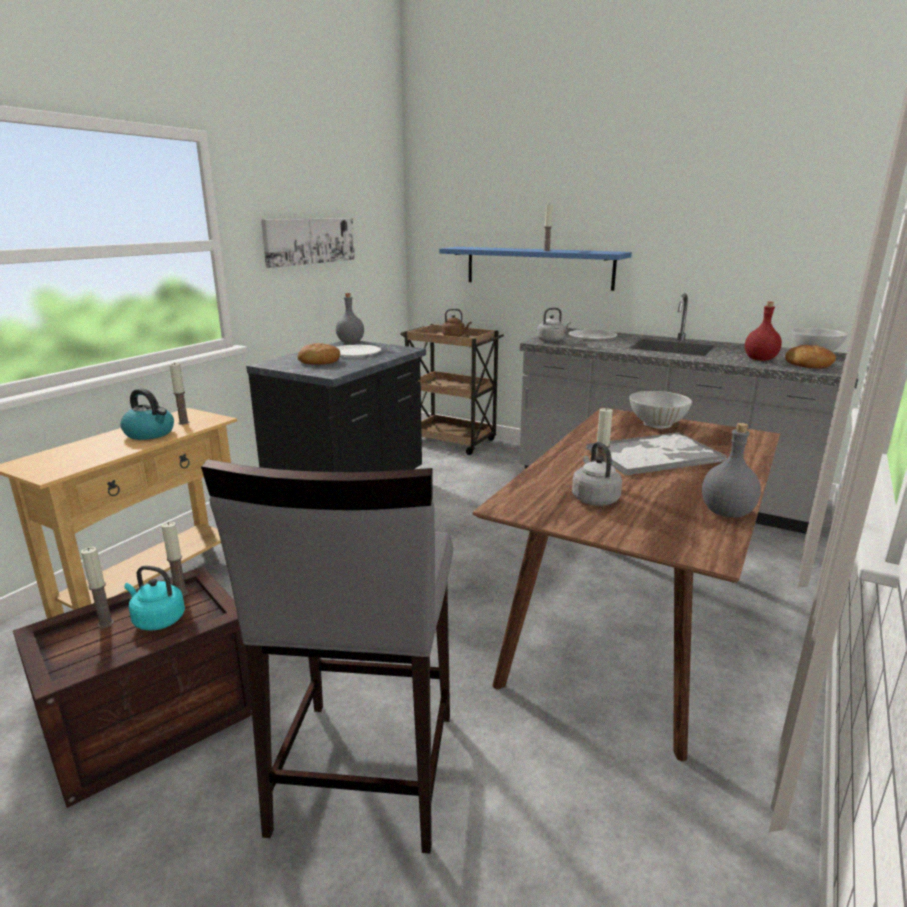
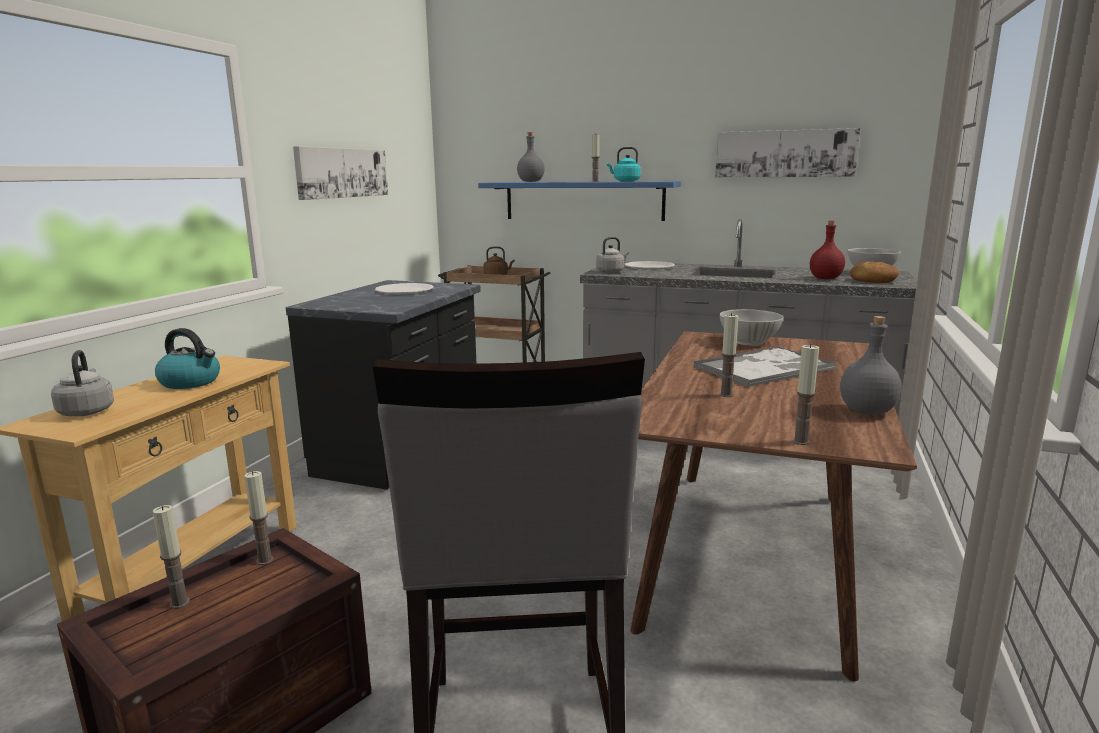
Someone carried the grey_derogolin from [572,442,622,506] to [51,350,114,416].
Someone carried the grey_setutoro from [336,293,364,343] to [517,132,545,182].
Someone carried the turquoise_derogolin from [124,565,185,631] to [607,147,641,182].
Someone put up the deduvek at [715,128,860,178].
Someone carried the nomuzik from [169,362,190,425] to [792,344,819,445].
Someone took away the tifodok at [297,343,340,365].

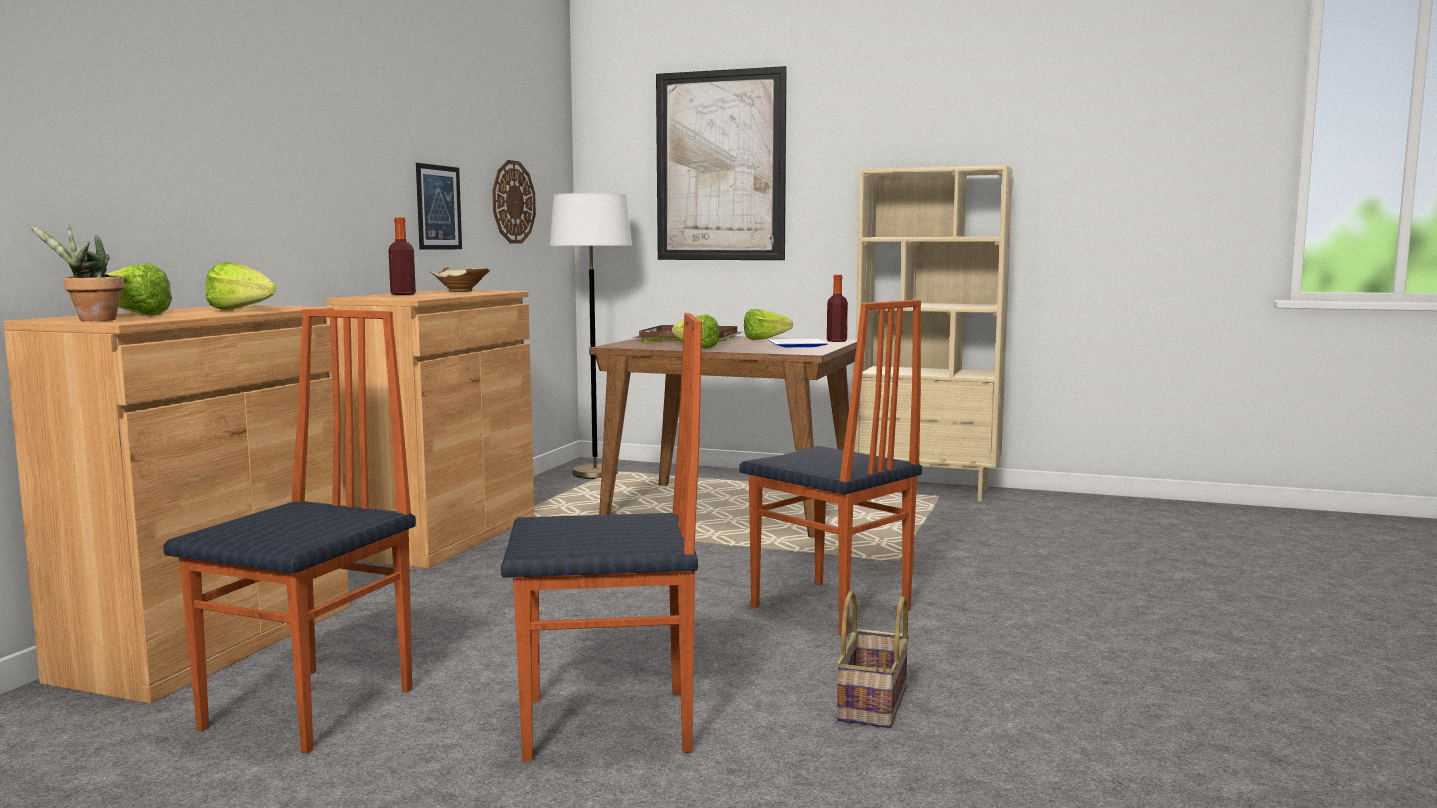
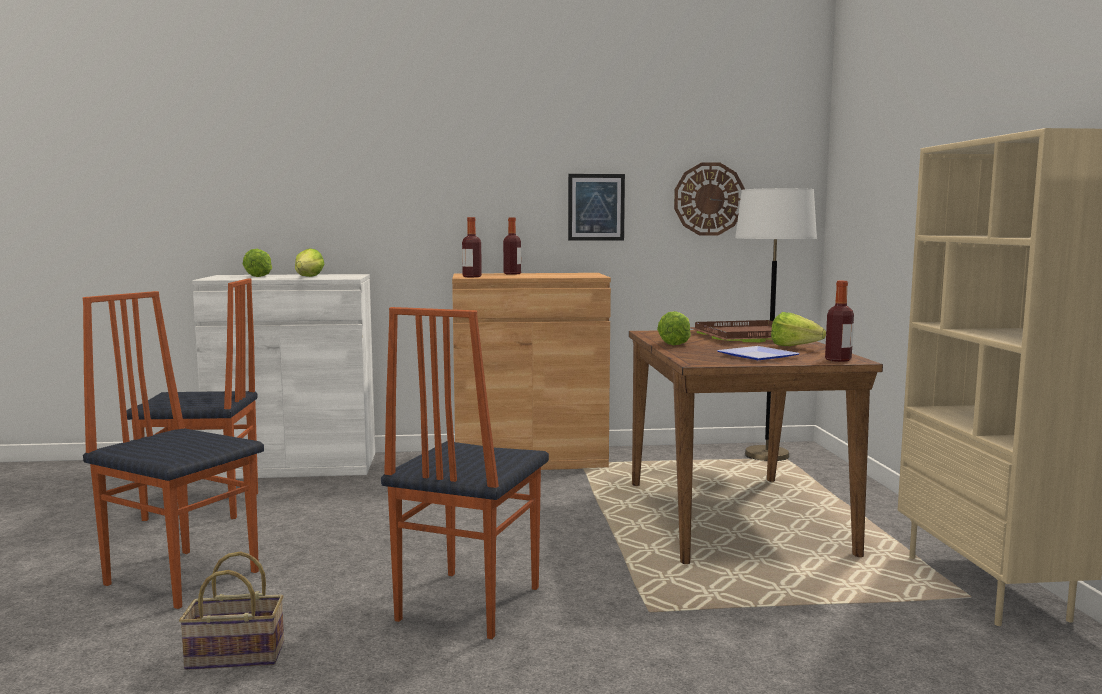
Someone rotated the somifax at [501,313,702,762] by 150 degrees clockwise.
Someone repainted the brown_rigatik at [3,305,350,704], which became the white_rigatik at [192,274,375,479].
Someone put down the setutoro at [462,217,482,277].
Someone took away the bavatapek at [28,223,124,321].
Someone took away the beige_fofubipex at [429,267,490,292].
Someone took away the deduvek at [656,66,787,260].

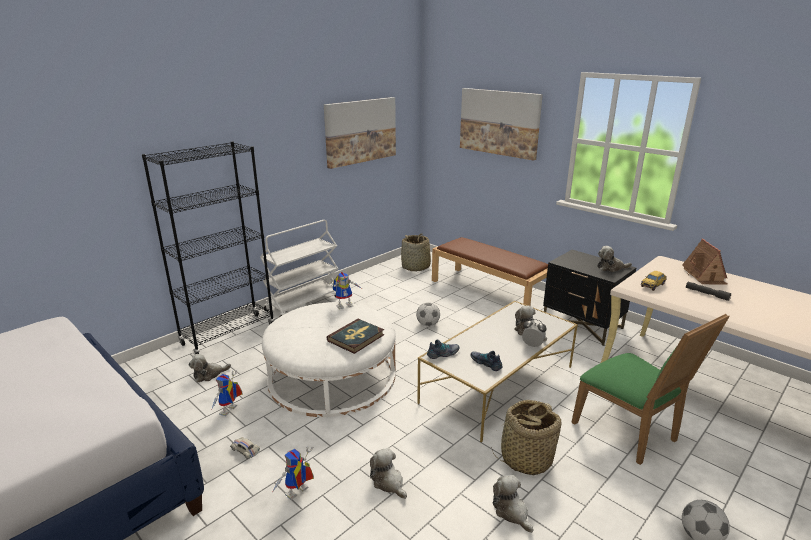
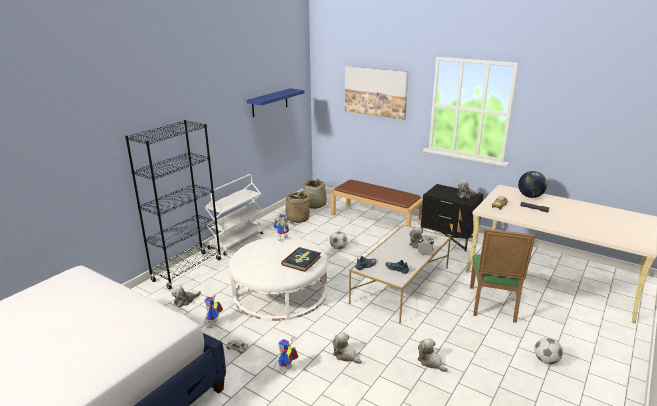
Someone swapped the deduvek at [324,97,396,169] for the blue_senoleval at [247,88,304,117].
Someone carried the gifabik from [491,400,561,475] to [286,191,312,223].
Someone rotated the green_somifax at [571,314,729,465] by 60 degrees clockwise.
Someone swapped the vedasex at [682,239,727,284] for the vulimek at [518,171,547,198].

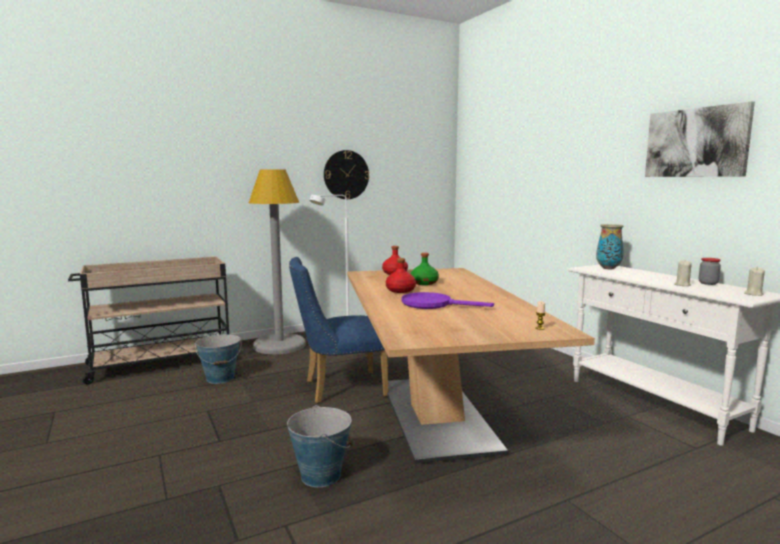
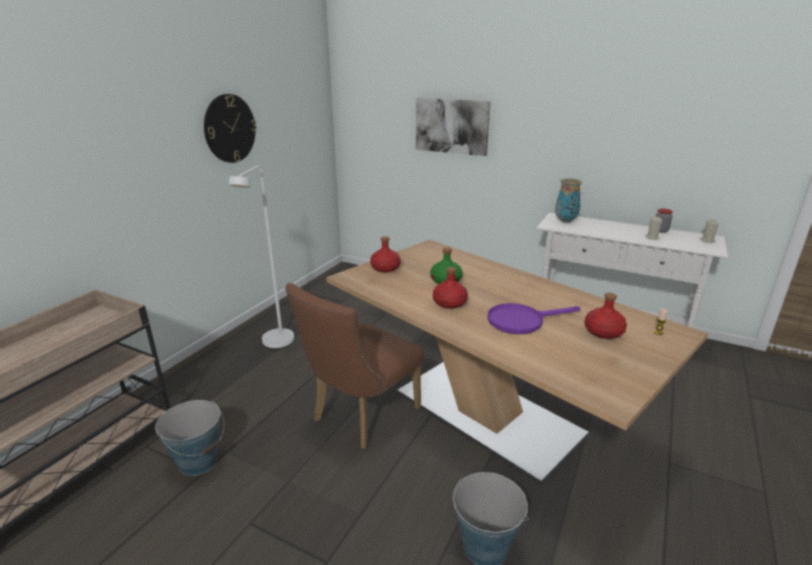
Someone repainted the blue_somifax at [289,257,388,403], which became the brown_somifax at [285,283,424,449].
Someone carried the deduvek from [645,101,755,177] to [416,98,491,156].
Someone put down the red_setutoro at [585,293,627,339].
Someone took away the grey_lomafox at [249,169,306,354].

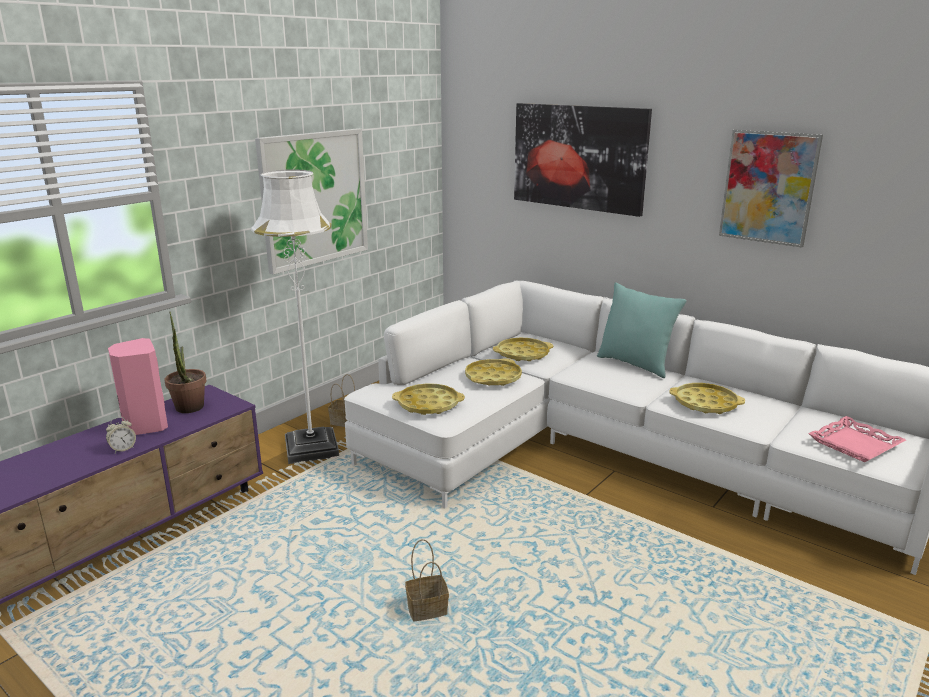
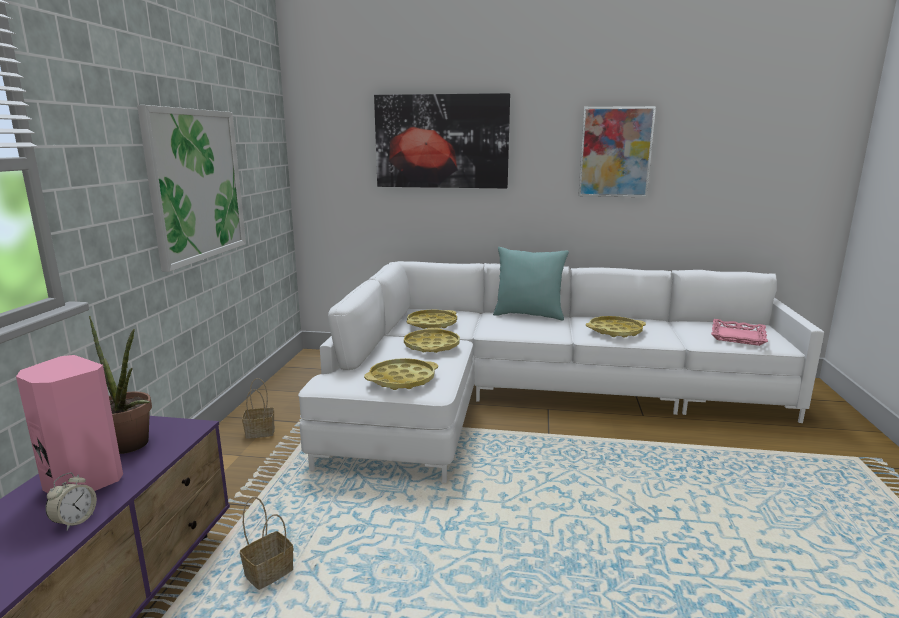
Someone carried the gifabik from [405,539,449,621] to [240,497,293,590].
Someone took away the white_lomafox at [251,169,339,464].

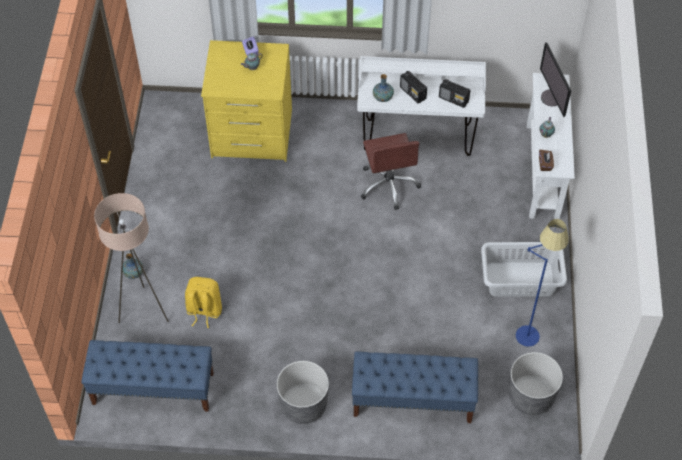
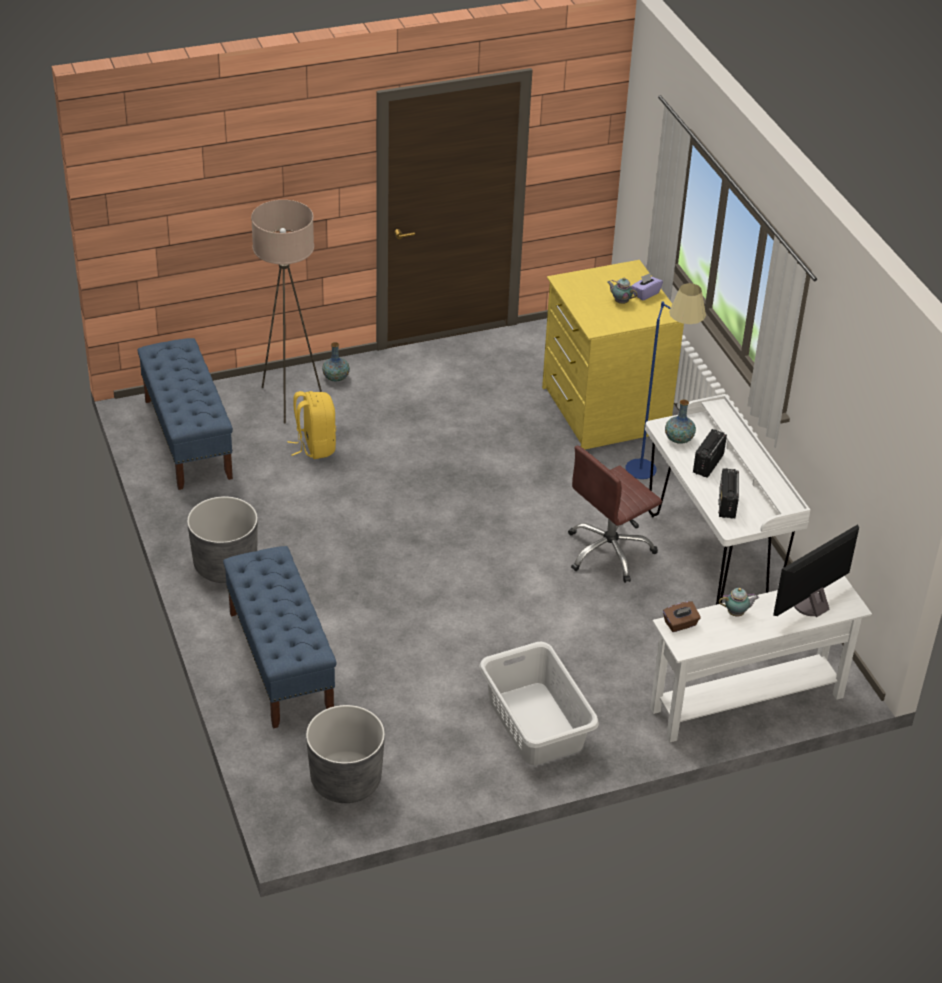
Someone carried the blue_lomafox from [516,219,569,347] to [625,283,706,479].

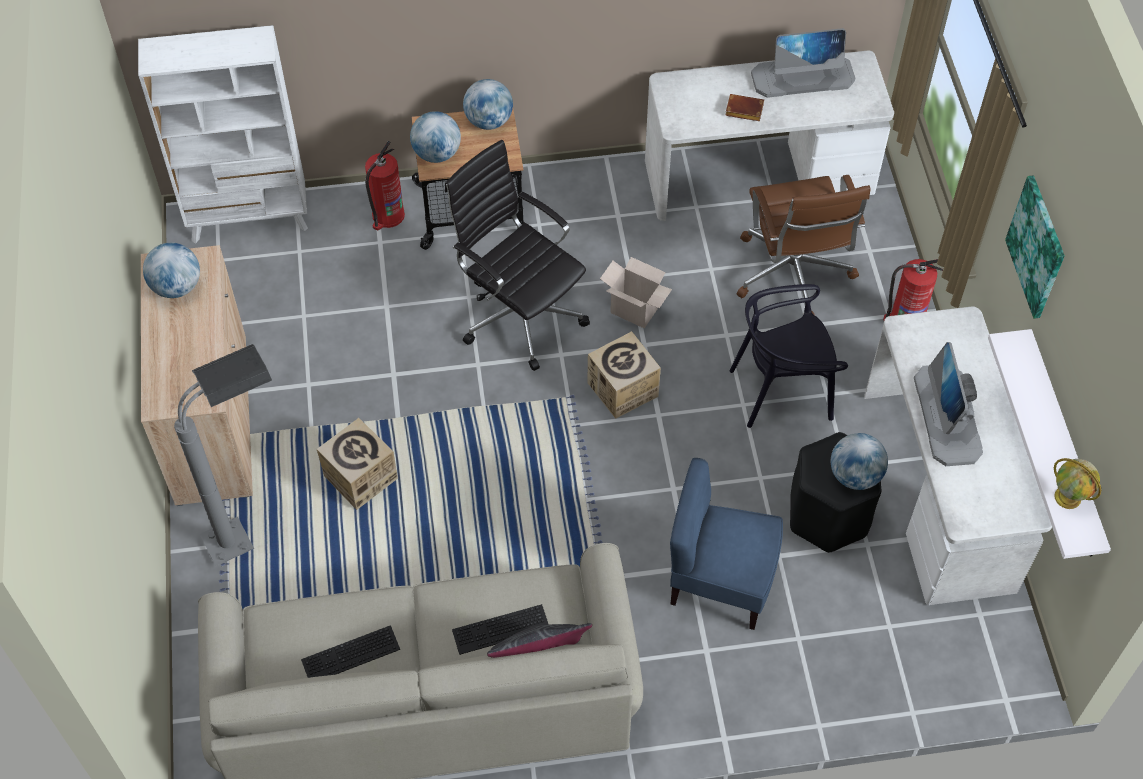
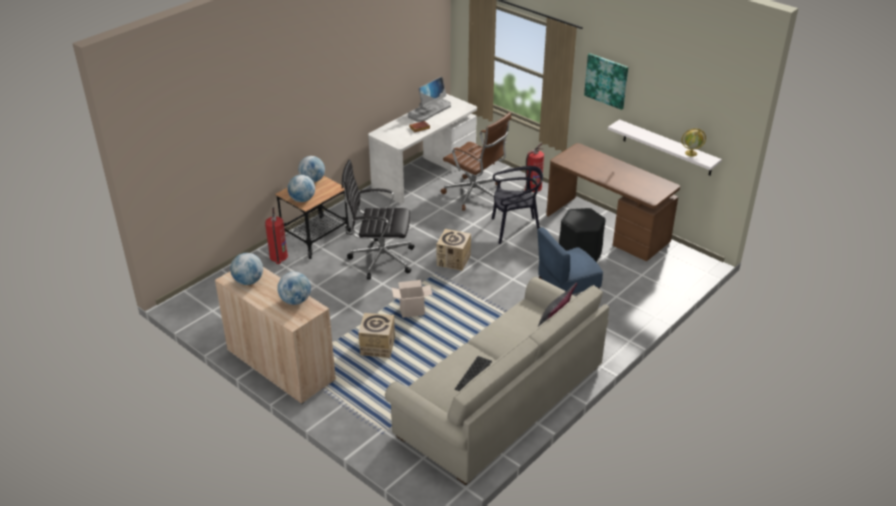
Someone carried the vulimek from [831,433,888,490] to [277,272,311,305].
Someone carried the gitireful from [600,257,672,328] to [392,280,433,318].
Someone rotated the black_somifax at [729,284,848,428] by 135 degrees counterclockwise.
Someone repainted the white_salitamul at [864,306,1052,605], which became the brown_salitamul at [546,143,680,261].
Someone took away the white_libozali at [138,25,308,244].
Someone took away the grey_lomafox at [174,344,272,567].
Someone took away the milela at [452,604,549,655].
Someone took away the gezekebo at [914,342,983,466].

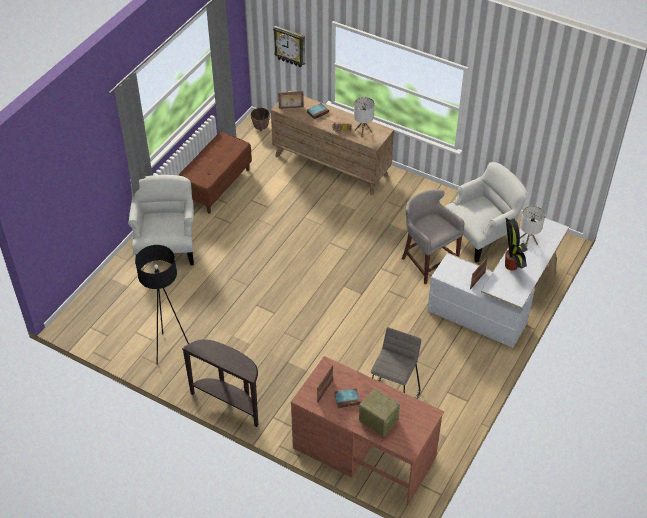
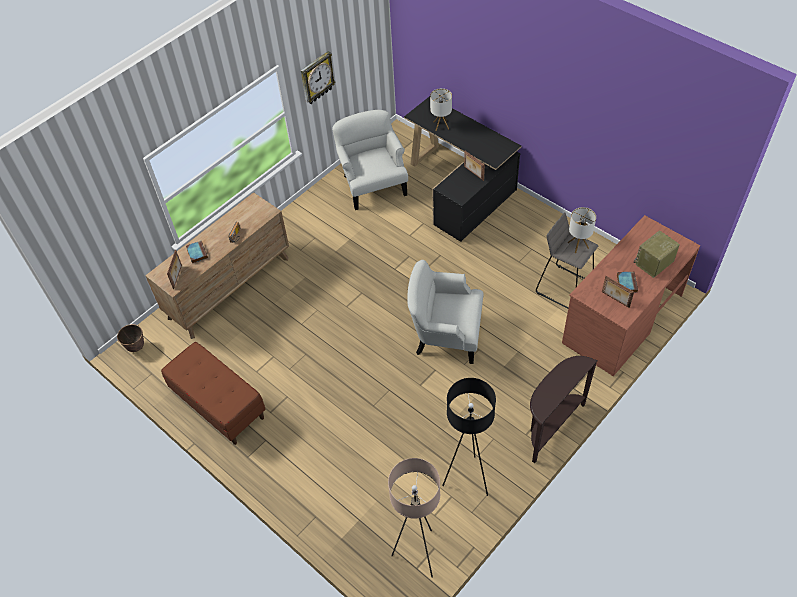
Someone carried the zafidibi from [273,26,305,68] to [301,51,336,104].
Someone put down the beige_lomafox at [388,458,440,578].
Someone repainted the white_salitamul at [427,218,569,348], which became the black_salitamul at [404,96,521,242].
Someone carried the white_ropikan from [128,175,194,265] to [407,260,483,364].
Someone carried the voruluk from [354,97,375,137] to [568,207,596,253].
Someone took away the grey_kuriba at [402,189,464,285].
Someone took away the bavatapek at [505,218,527,271].

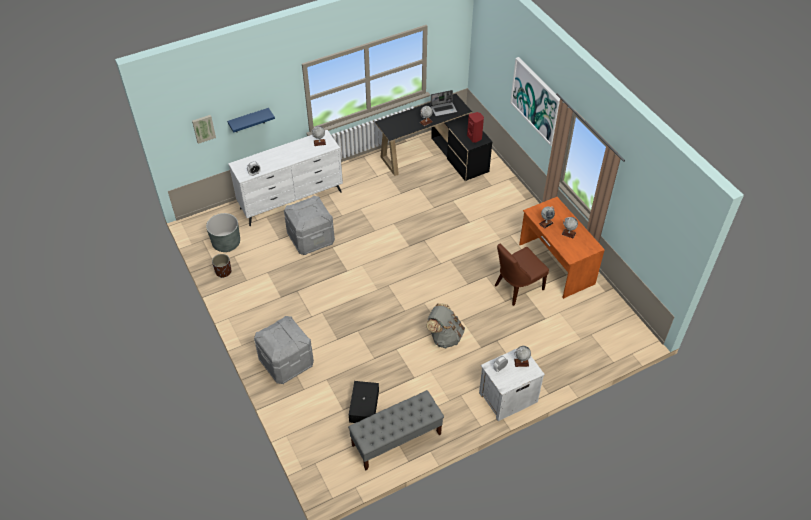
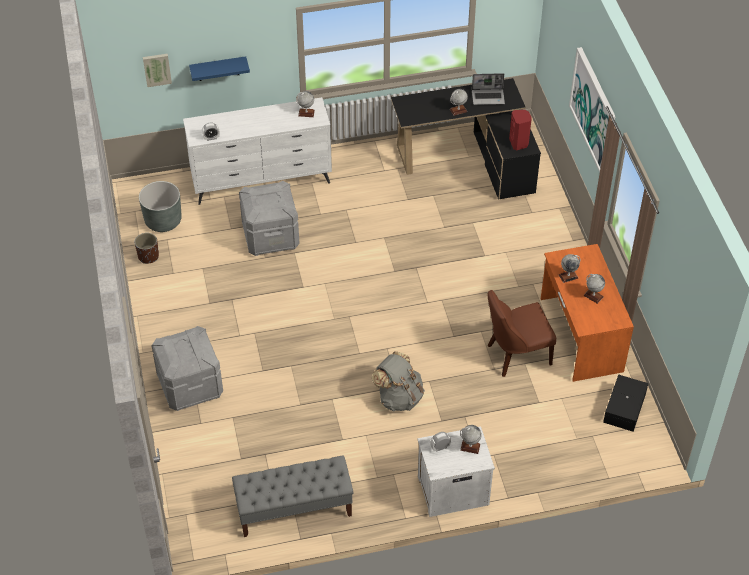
Someone carried the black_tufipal from [349,381,379,423] to [603,374,648,432].

